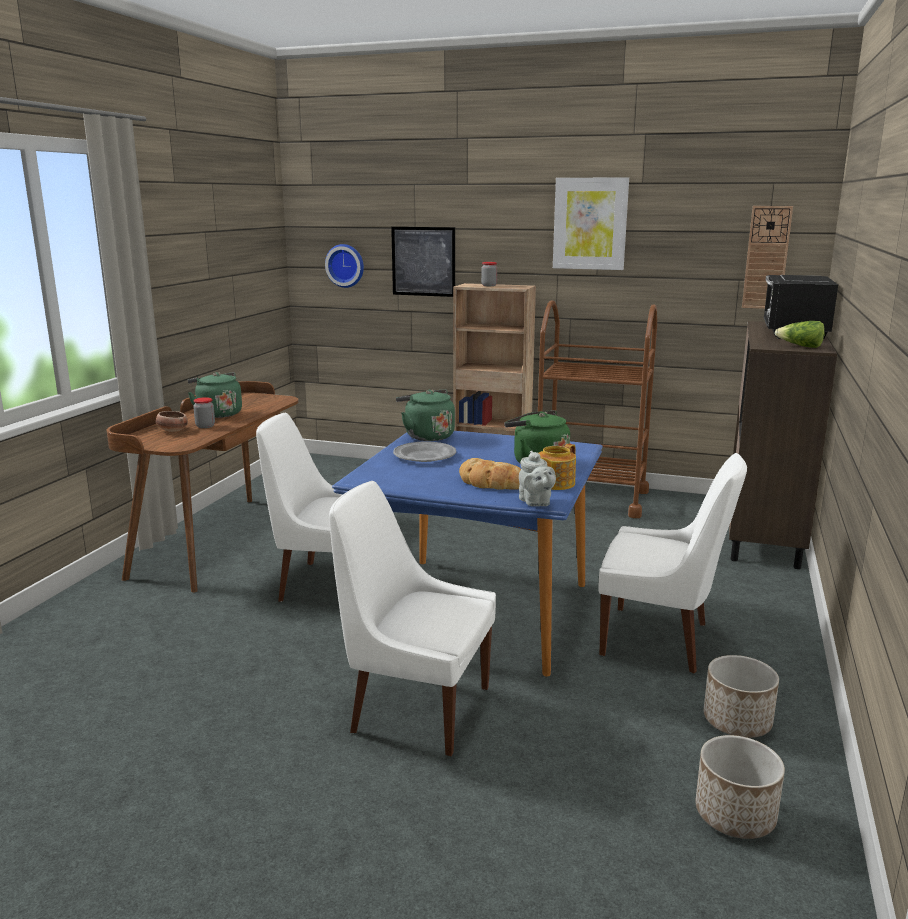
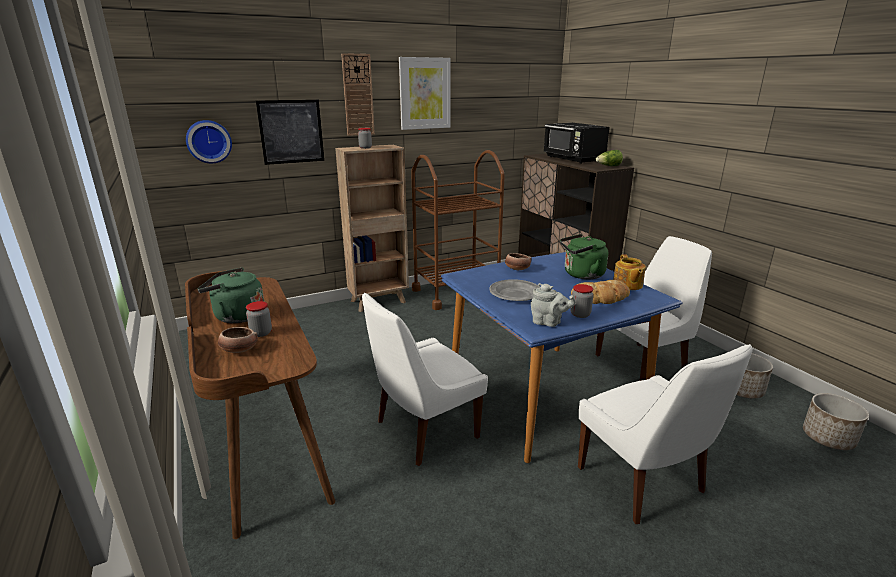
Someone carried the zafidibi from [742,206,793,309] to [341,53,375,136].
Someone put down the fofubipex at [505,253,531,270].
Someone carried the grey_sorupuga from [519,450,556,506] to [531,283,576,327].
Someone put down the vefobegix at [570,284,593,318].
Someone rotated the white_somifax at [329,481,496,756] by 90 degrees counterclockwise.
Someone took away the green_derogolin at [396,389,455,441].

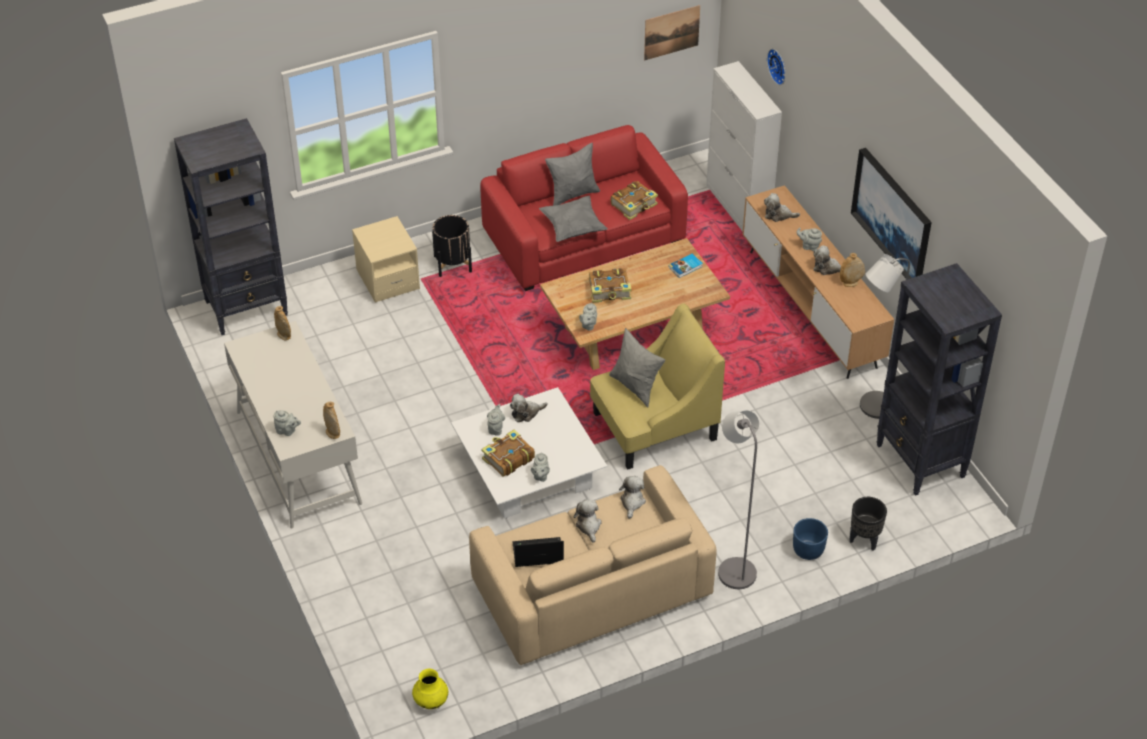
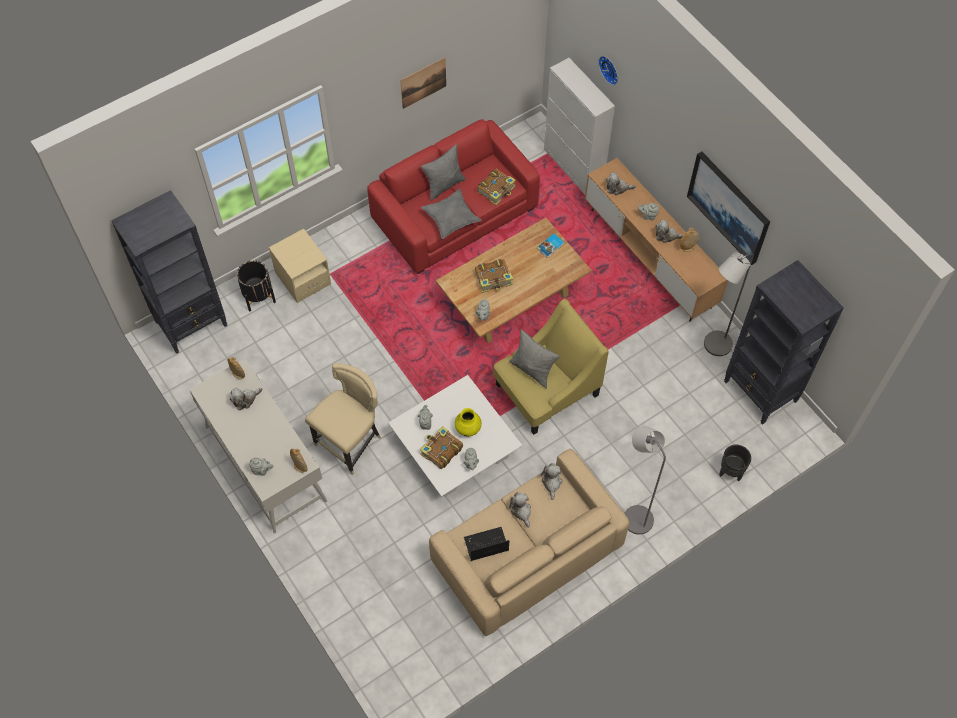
Someone carried the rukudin from [510,394,548,422] to [230,388,263,410].
Someone carried the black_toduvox from [432,215,472,277] to [237,260,276,311].
Someone put down the beige_somifax at [305,363,381,475].
Someone carried the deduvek from [644,5,700,60] to [400,57,446,109].
Someone carried the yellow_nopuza from [412,669,448,709] to [455,408,482,436].
Someone took away the blue_toduvox at [793,518,828,560].

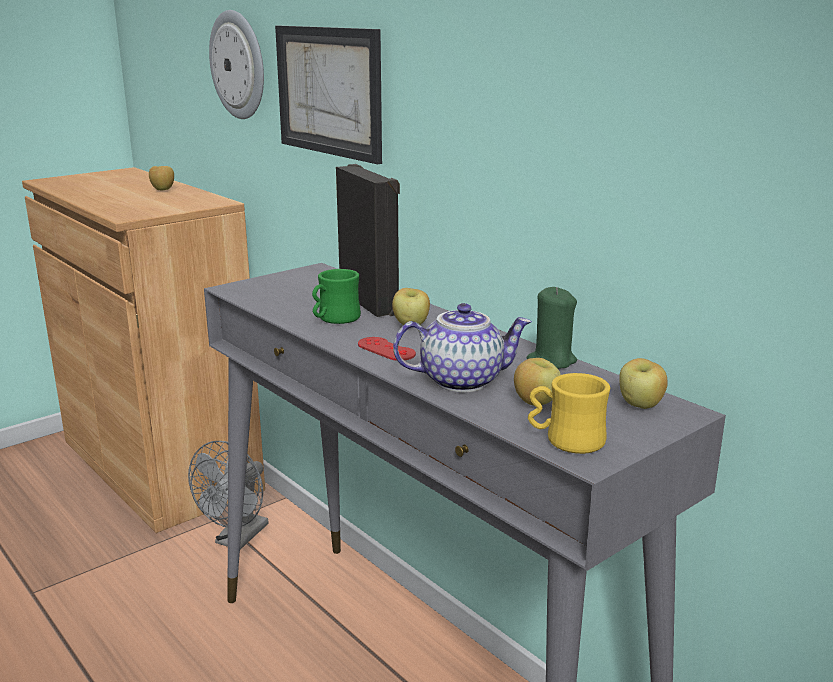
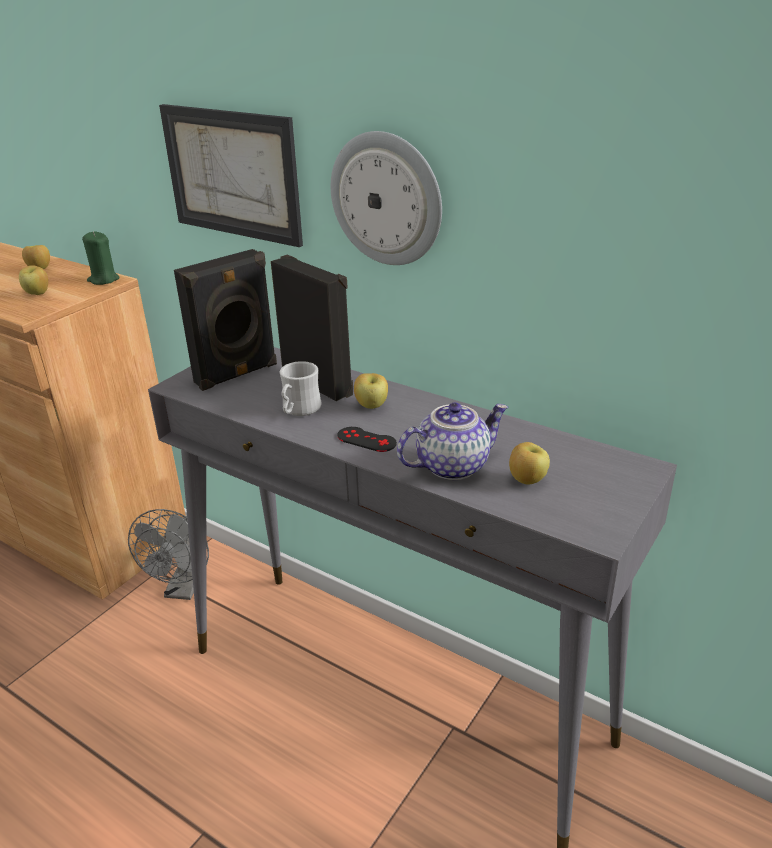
Someone carried the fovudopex from [619,358,668,409] to [19,265,48,295].
Someone carried the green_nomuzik from [526,287,577,369] to [82,231,120,285].
Someone put down the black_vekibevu at [174,249,277,391].
Someone repainted the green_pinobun at [312,269,361,324], which became the white_pinobun at [280,361,322,416].
Someone carried the zafidibi from [209,10,264,119] to [331,131,442,265].
Someone repainted the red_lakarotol at [358,337,416,361], which became the black_lakarotol at [337,427,397,452].
Someone took away the yellow_pinobun at [528,373,610,454].

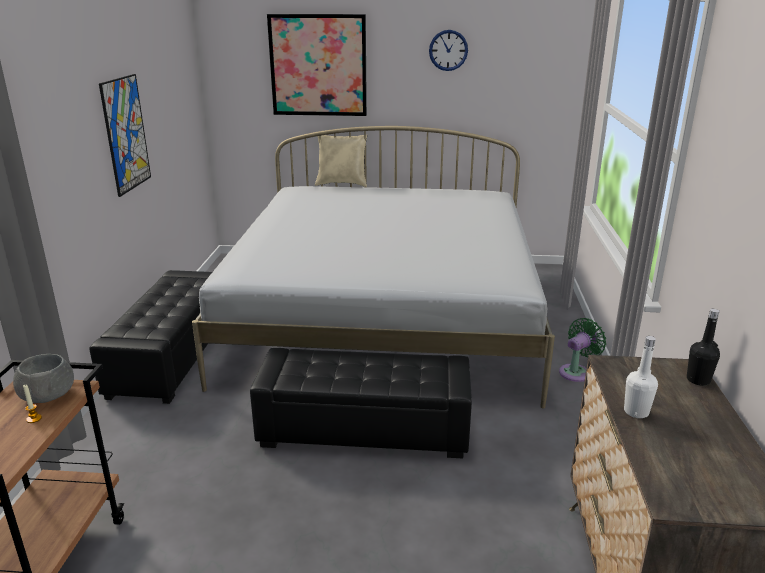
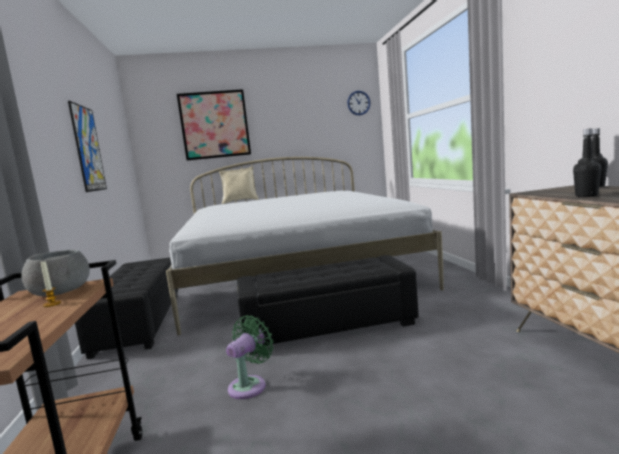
Someone carried the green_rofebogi from [559,318,606,382] to [226,315,274,399].
Someone carried the zafidibi from [429,30,468,71] to [347,91,370,115].
Someone repainted the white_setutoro at [624,336,658,418], which became the black_setutoro at [573,128,602,197].

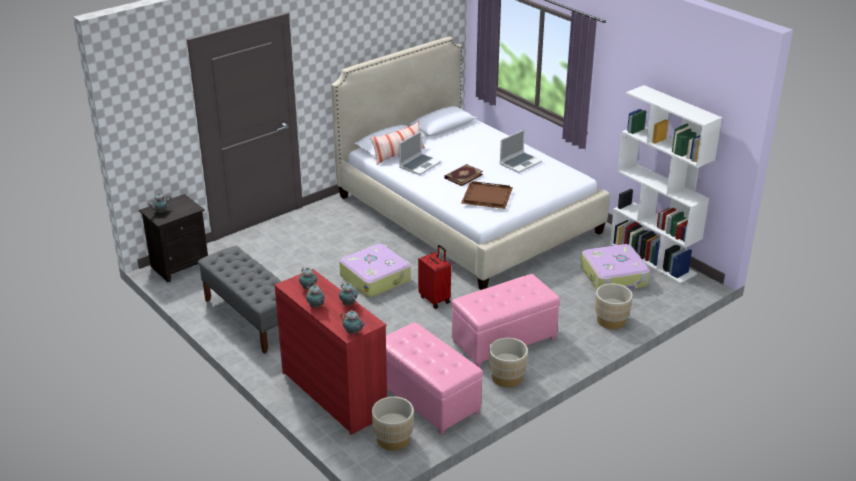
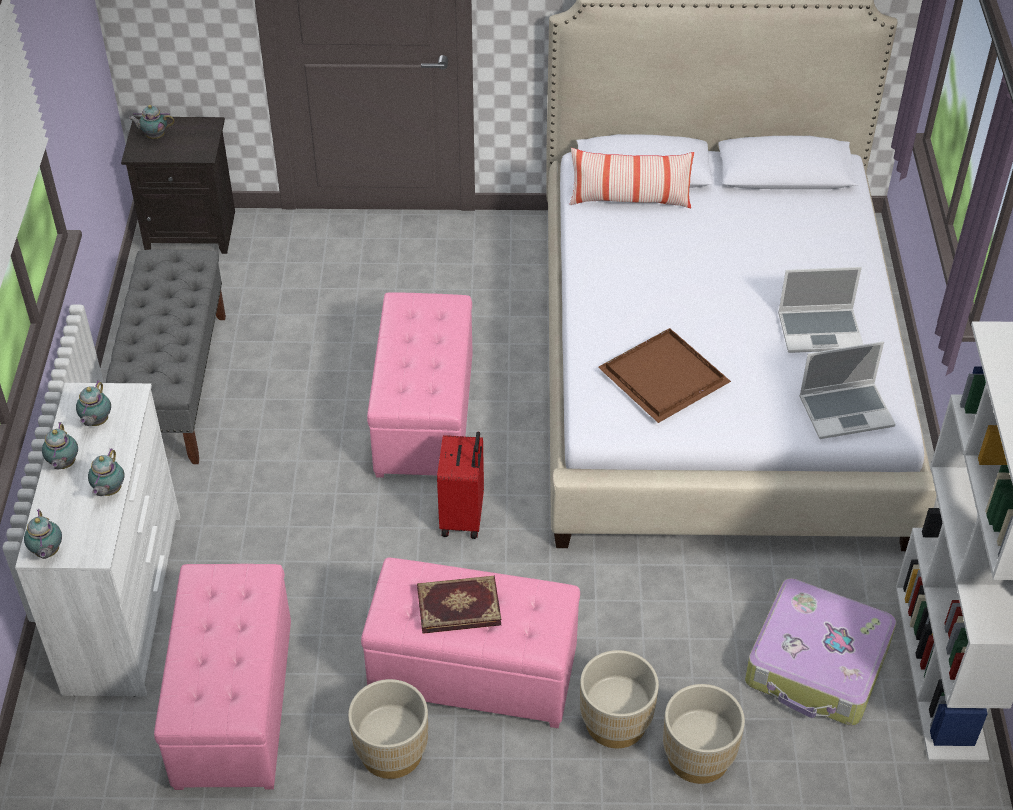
Someone repainted the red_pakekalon at [274,269,387,435], which became the white_pakekalon at [15,383,180,697].
Someone swapped the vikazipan at [339,244,411,298] for the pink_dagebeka at [367,292,473,478].
Someone carried the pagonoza from [444,164,483,186] to [417,575,501,634].
Someone carried the beige_toduvox from [372,396,414,451] to [580,650,659,748].
Someone carried the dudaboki from [399,131,441,175] to [799,342,896,439].

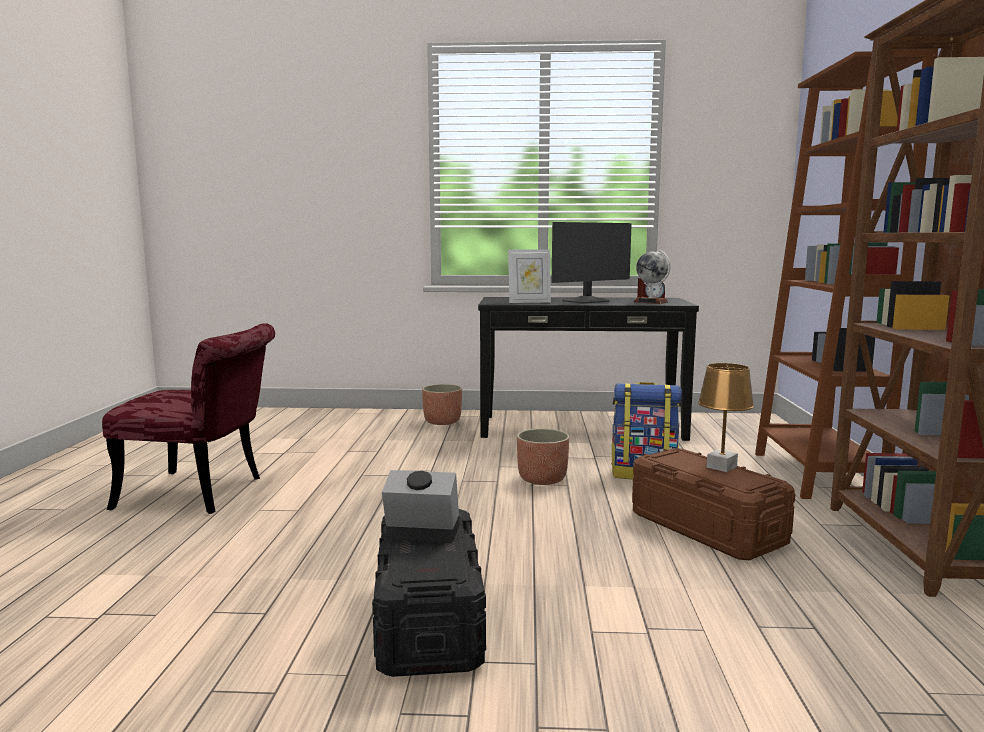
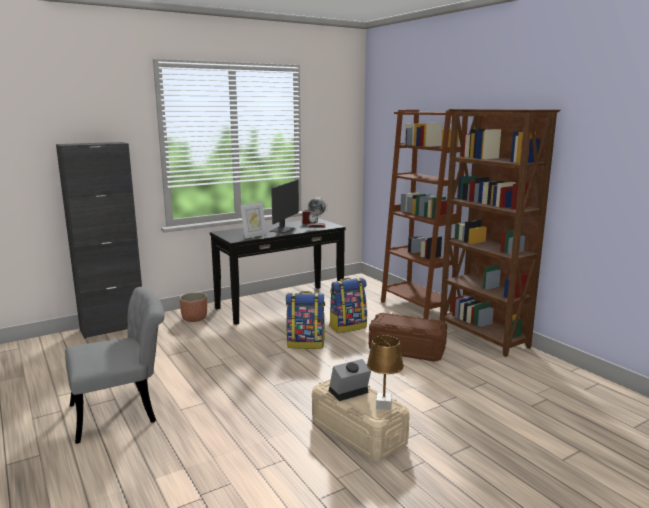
Someone put down the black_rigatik at [56,142,142,339].
Someone repainted the red_somifax at [102,323,275,514], which became the grey_somifax at [65,287,165,444].
Someone swapped the toduvox at [517,429,569,485] for the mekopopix at [286,291,325,349].
Someone repainted the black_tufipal at [372,509,486,677], which became the beige_tufipal at [312,379,410,461].
Someone carried the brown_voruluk from [698,363,754,472] to [367,335,404,410].

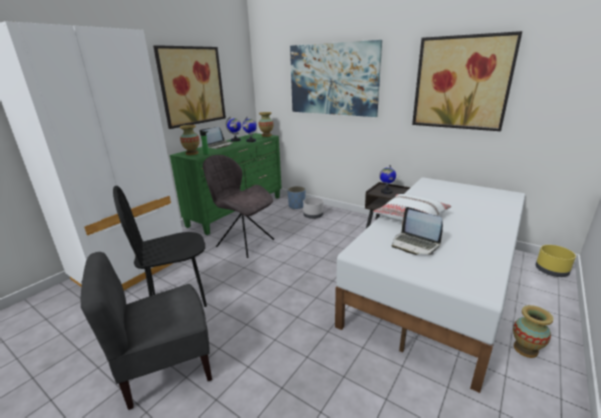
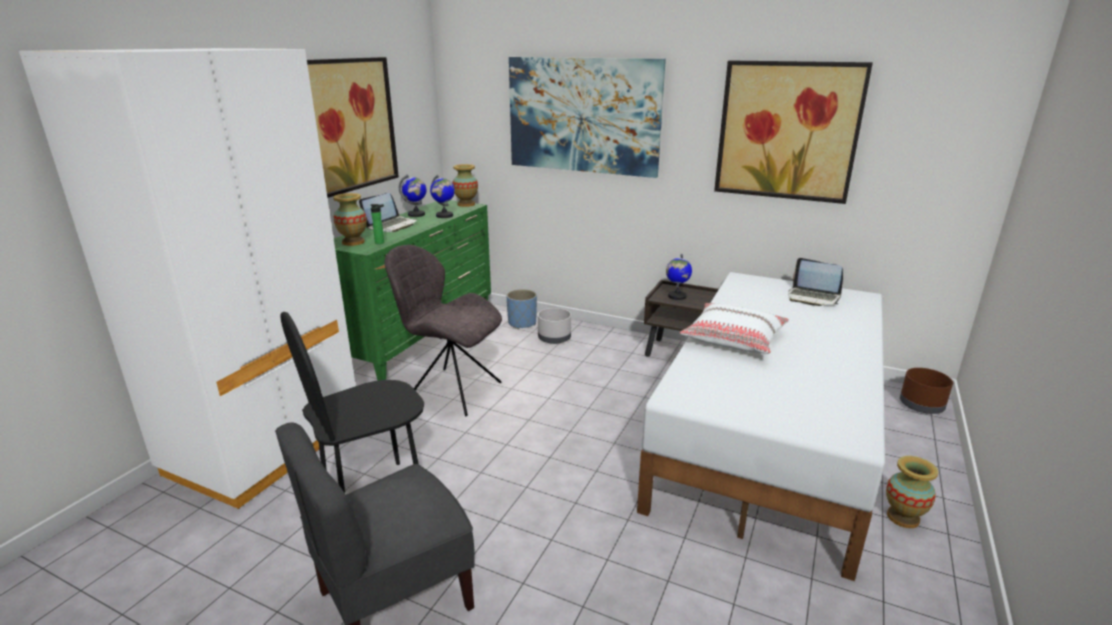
Someone carried the dudaboki from [392,207,443,255] to [788,258,843,306].
Someone repainted the yellow_toduvox at [536,245,576,277], which became the brown_toduvox at [900,368,953,414].

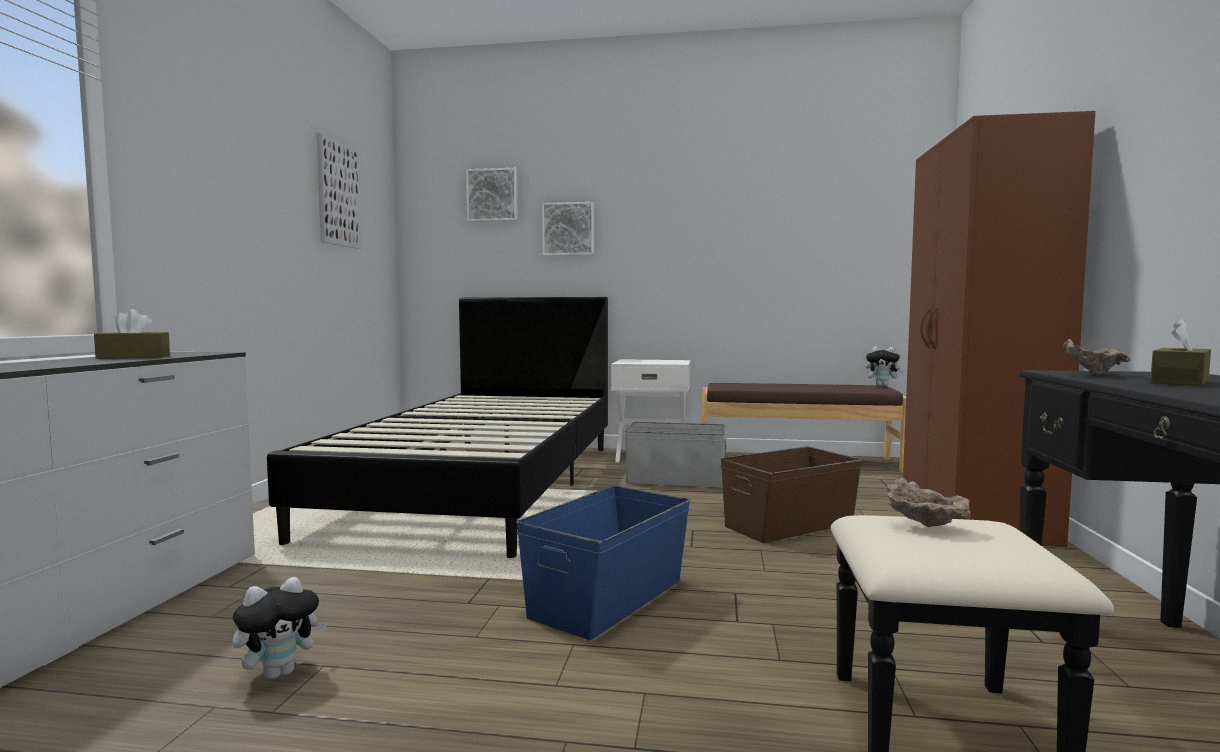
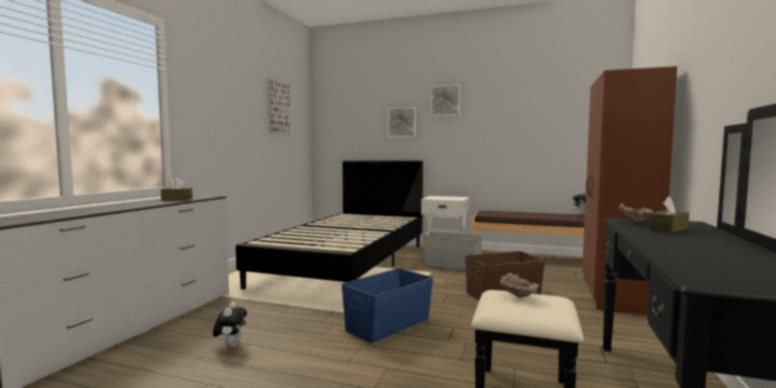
Someone rotated the rukudin at [233,577,328,680] by 60 degrees counterclockwise.
Someone carried the deduvek from [466,168,518,222] to [430,85,461,117].

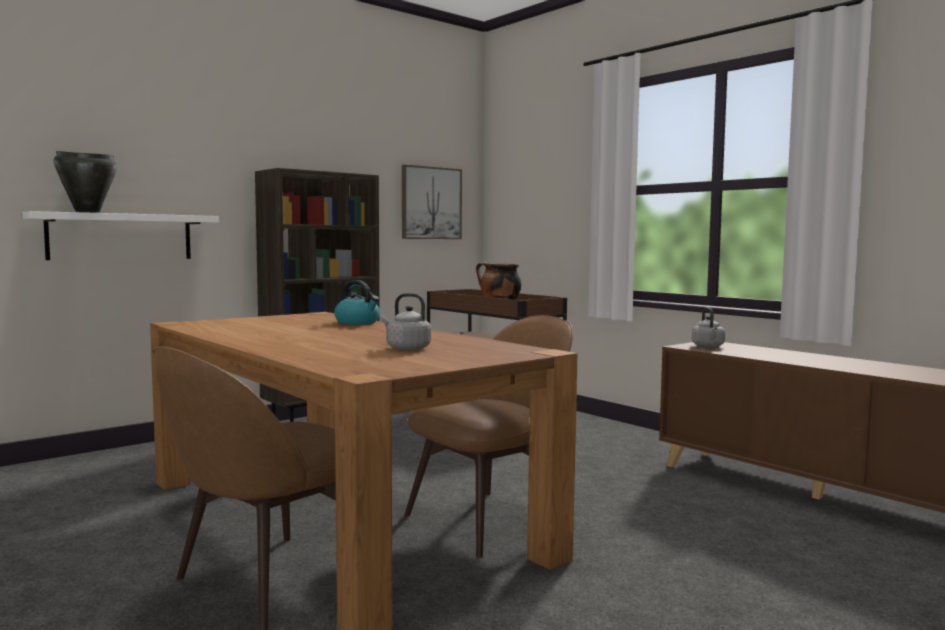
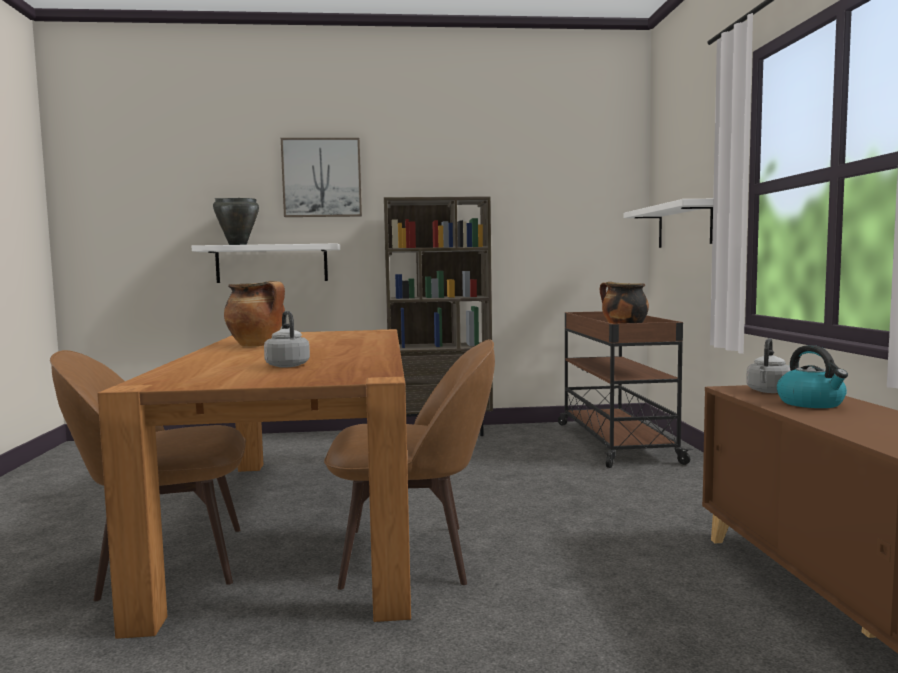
Someone put down the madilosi at [224,281,285,347].
Someone carried the deduvek from [402,165,462,239] to [281,138,362,217].
Someone put up the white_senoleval at [624,199,713,248].
Someone carried the derogolin from [334,280,380,325] to [777,345,848,408].

